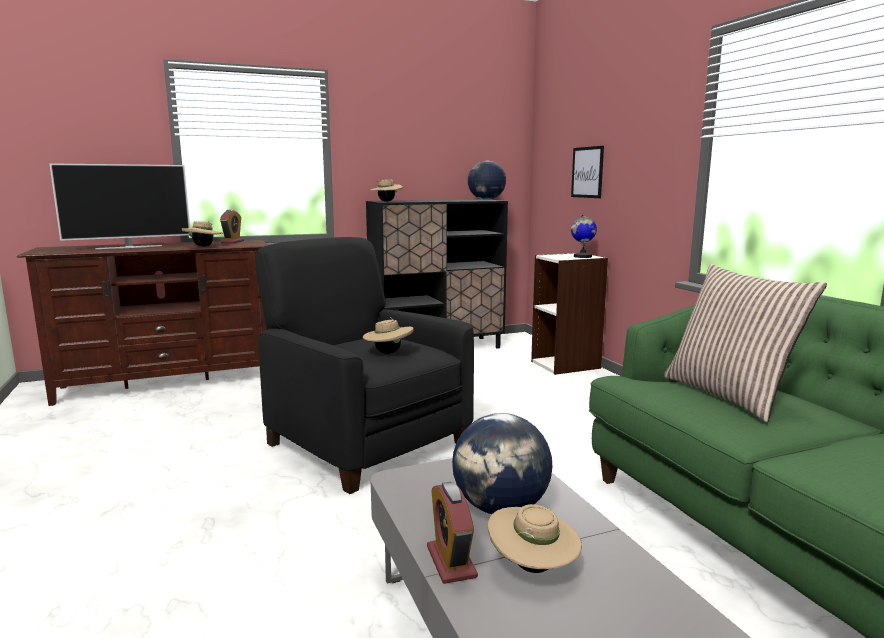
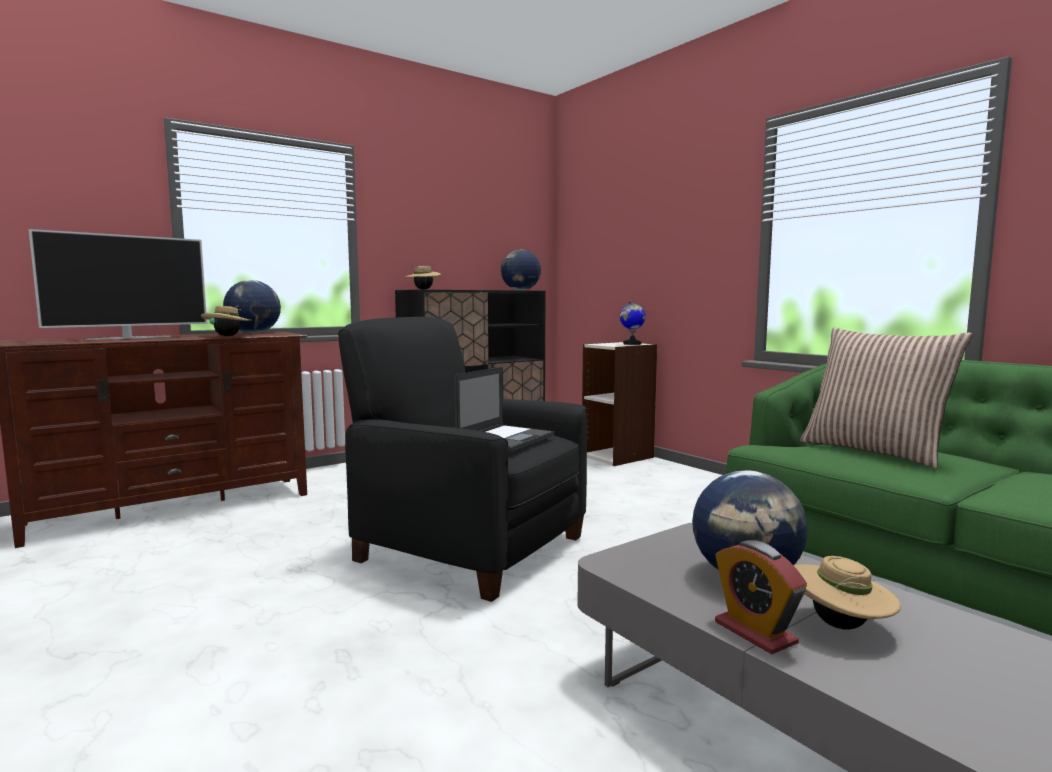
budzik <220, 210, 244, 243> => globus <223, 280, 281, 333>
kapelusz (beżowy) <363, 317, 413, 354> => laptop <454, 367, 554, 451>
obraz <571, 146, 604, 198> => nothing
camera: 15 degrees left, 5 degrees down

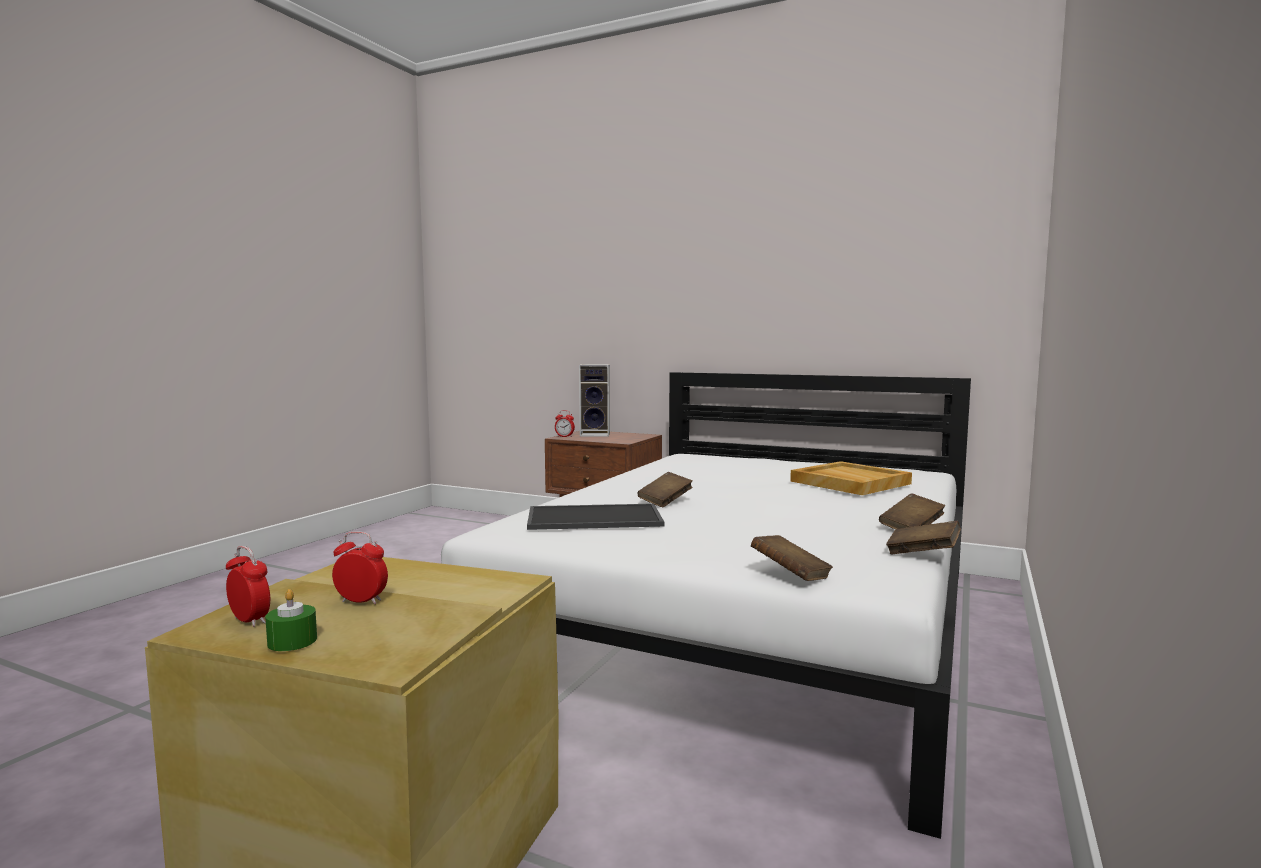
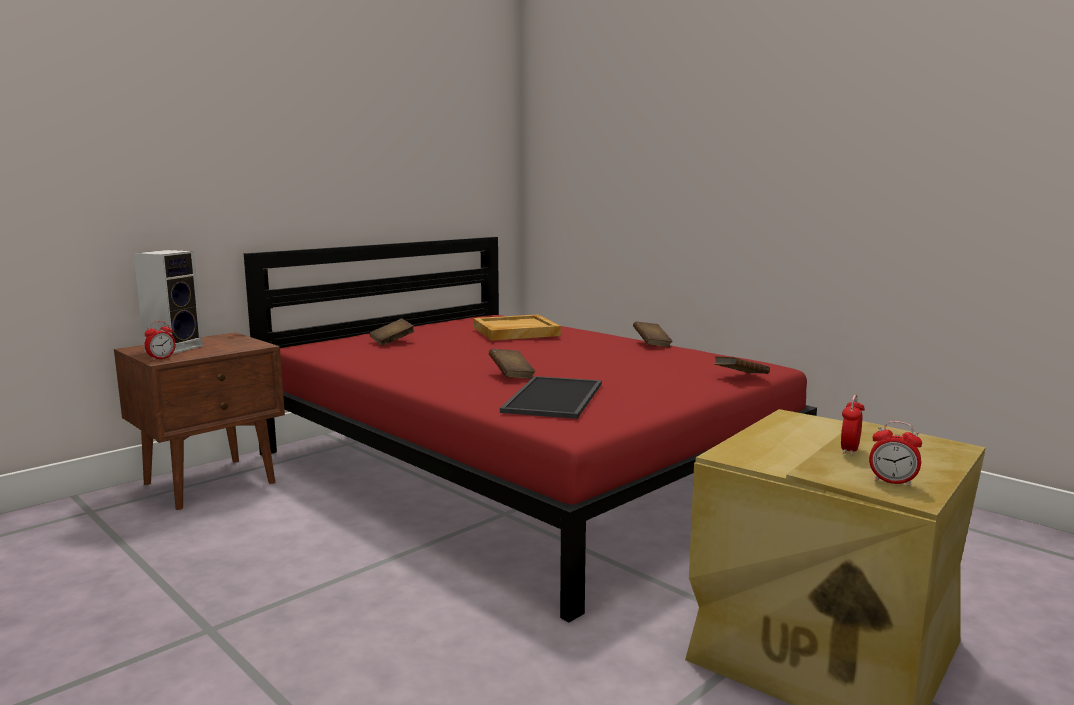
budzik <226, 546, 270, 627> => budzik <869, 421, 922, 486>, 120 degrees counterclockwise
świeca (zielony) <265, 589, 317, 651> => nothing
łóżko (biały) <441, 372, 971, 839> => łóżko (czerwony) <244, 237, 817, 622>
książka (brązowy) <886, 521, 961, 554> => książka (brązowy) <370, 318, 415, 346>, relocated
camera: 70 degrees left, 5 degrees up

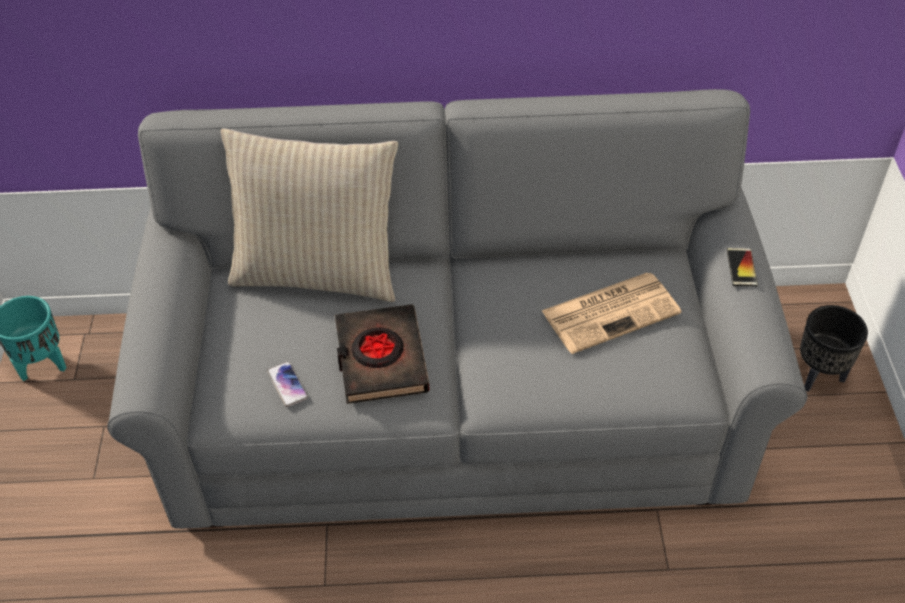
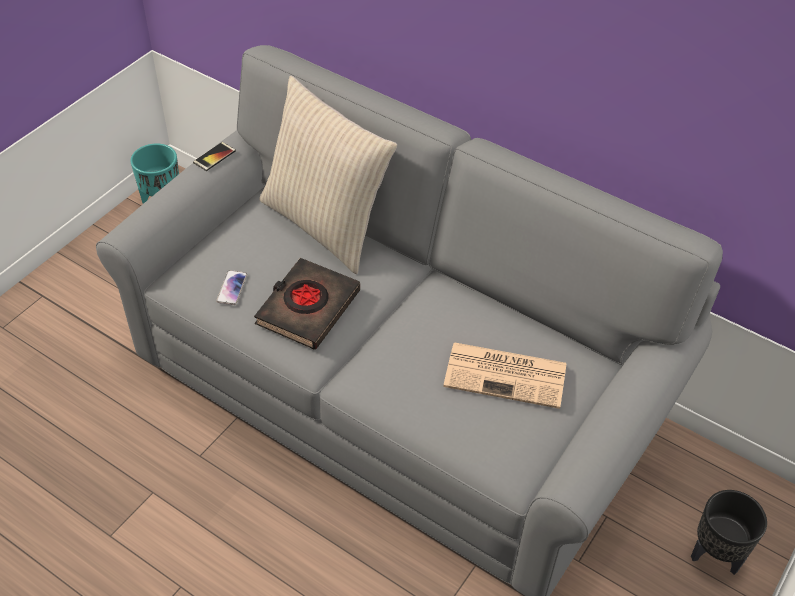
telefon <727, 248, 758, 287> => telefon <193, 142, 236, 171>, relocated
camera: 35 degrees right, 0 degrees up

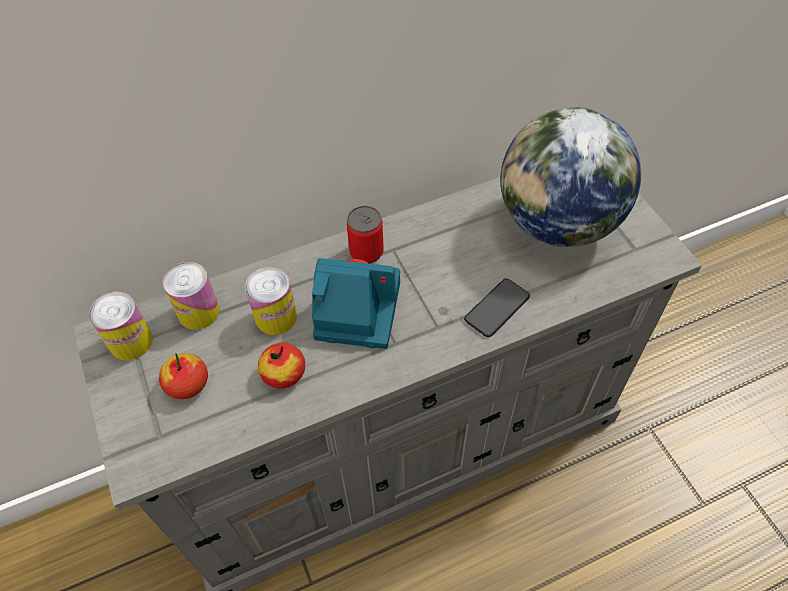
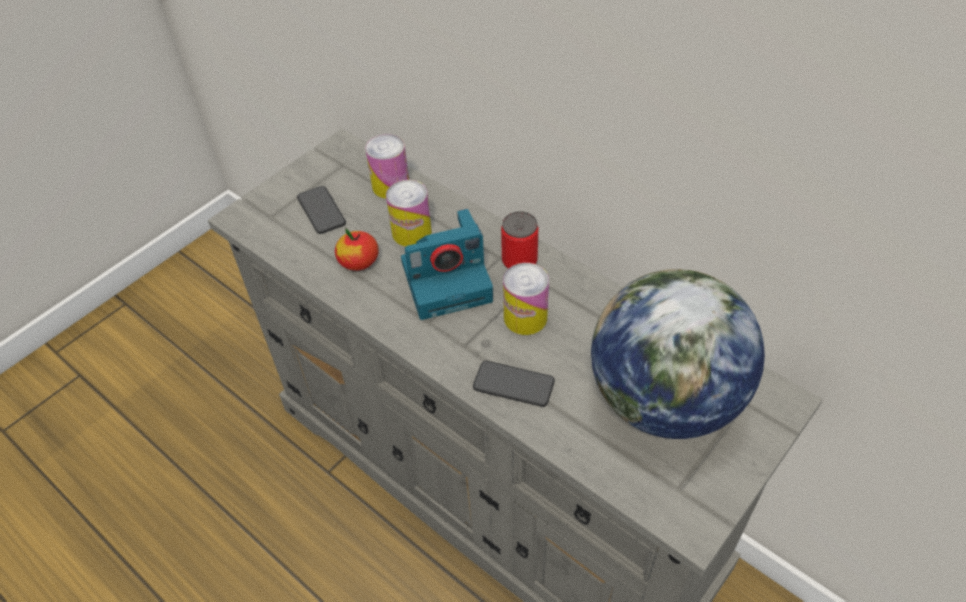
puszka <89, 292, 153, 360> => puszka <503, 263, 549, 335>, relocated
jabłko <159, 353, 208, 399> => telefon <297, 186, 346, 234>
aparat fotograficzny <312, 258, 400, 349> => aparat fotograficzny <401, 209, 493, 320>, 90 degrees clockwise
camera: 65 degrees right, 5 degrees down

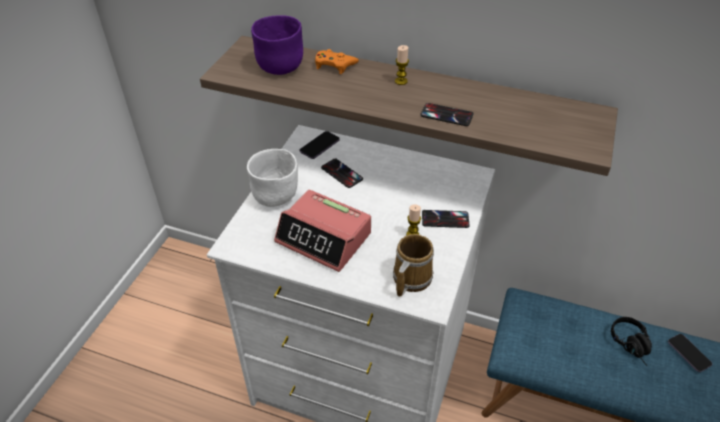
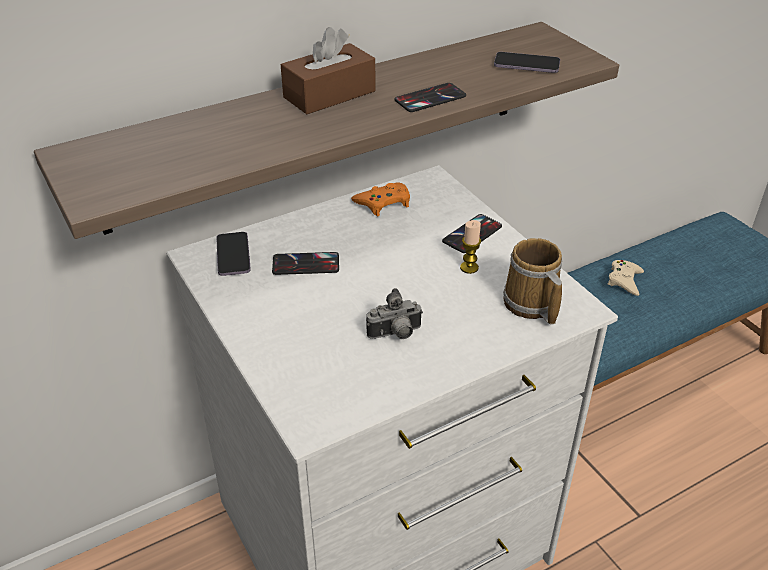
miska (biały) <247, 149, 298, 207> => nothing
miska (fioletowy) <251, 15, 303, 75> => nothing
budzik <274, 190, 371, 272> => aparat fotograficzny <366, 288, 423, 339>
pad do gier (pomarańczowy) <315, 49, 359, 74> => pad do gier (pomarańczowy) <351, 182, 410, 216>, relocated
świeca <395, 45, 409, 85> => pudełko chusteczek (brązowy) <281, 27, 376, 114>
słuchawki (czarny) <611, 317, 652, 366> => pad do gier (beżowy) <608, 260, 644, 296>
telefon <668, 334, 712, 372> => telefon <494, 52, 560, 73>, relocated
camera: 50 degrees left, 5 degrees down

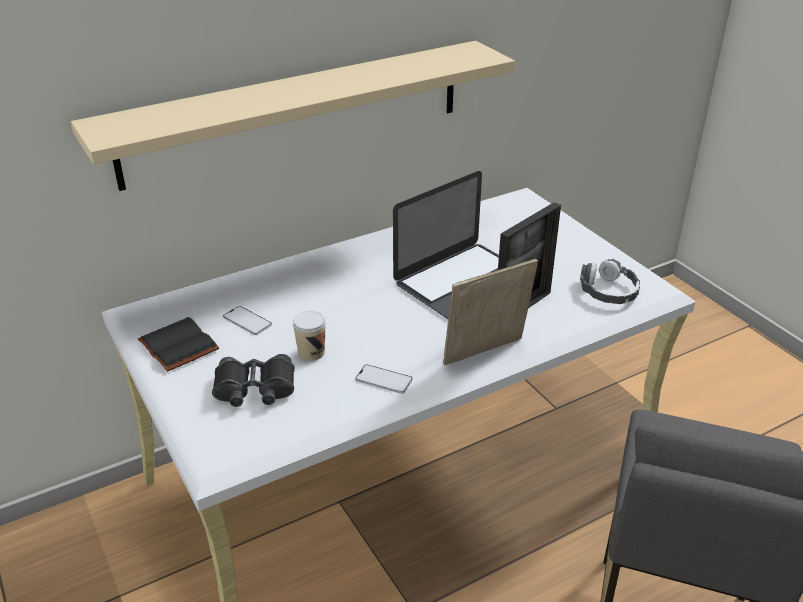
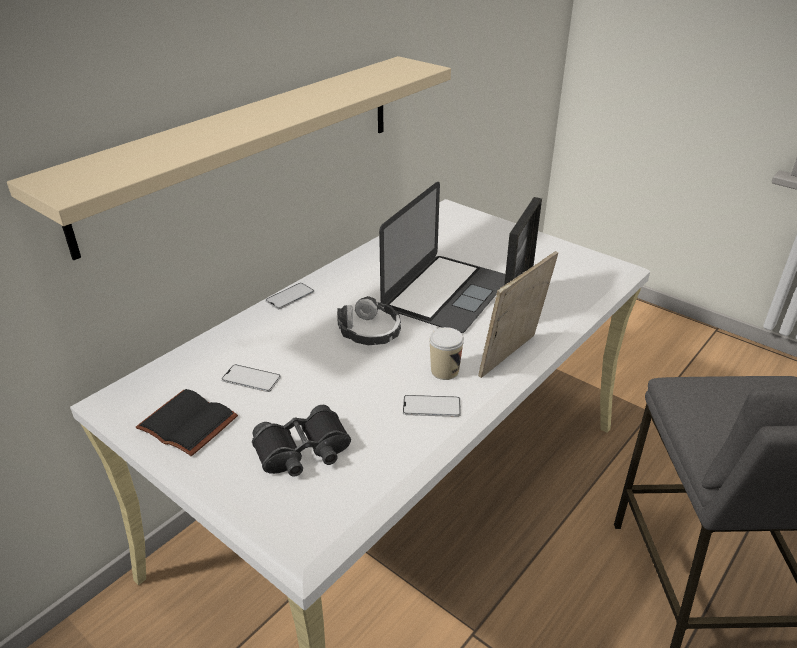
filiżanka <293, 311, 326, 361> => filiżanka <429, 327, 464, 380>, relocated
słuchawki <580, 259, 640, 304> => słuchawki <337, 296, 401, 345>, relocated
nothing => telefon <266, 283, 314, 309>
camera: 20 degrees left, 0 degrees up

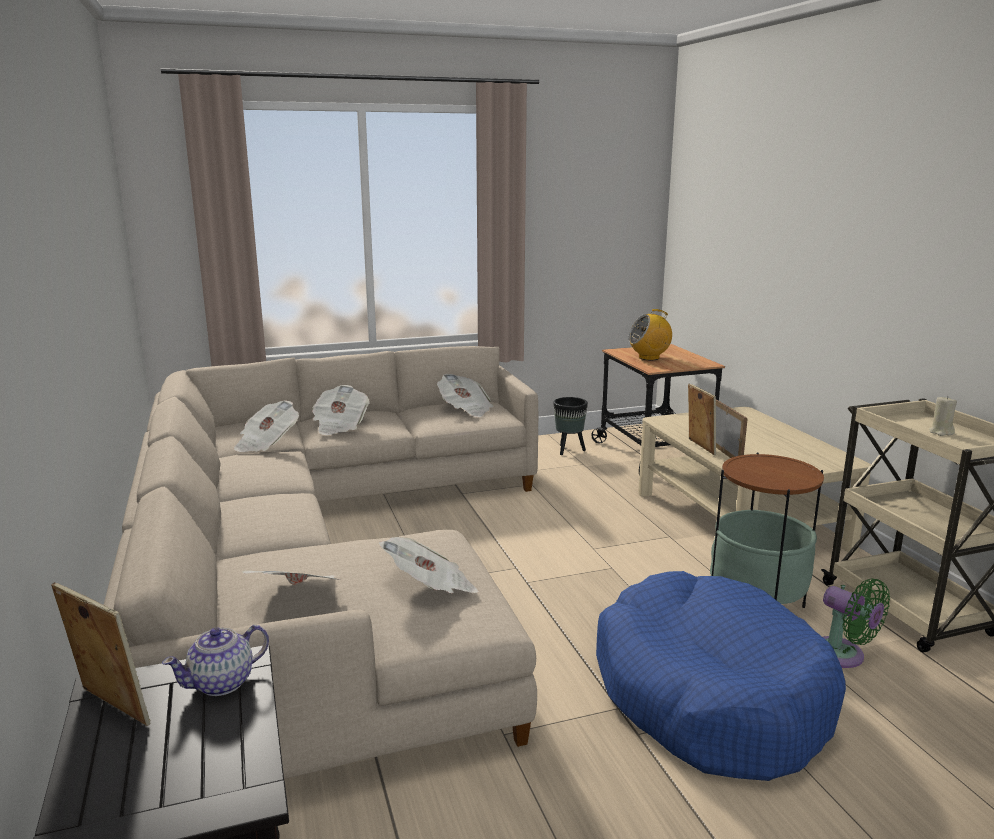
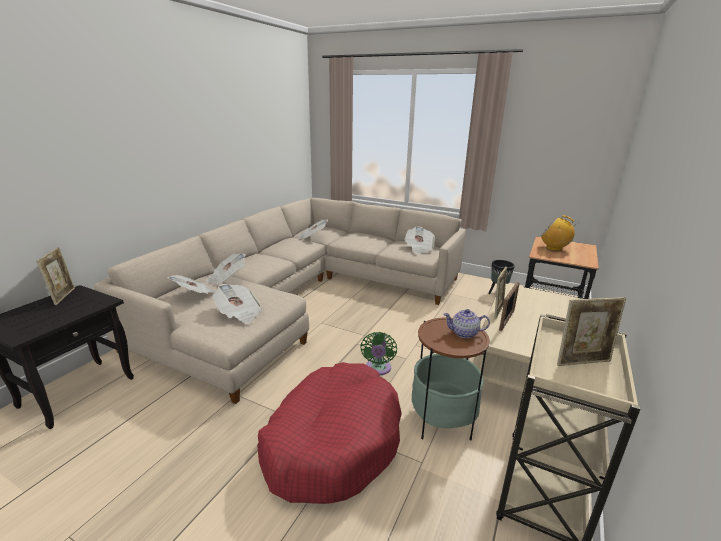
imbryk <162, 625, 269, 696> => imbryk <443, 309, 490, 338>, relocated
gazeta <312, 385, 370, 435> => gazeta <205, 253, 246, 285>, relocated
legowisko (niebieski) <596, 571, 846, 781> => legowisko (czerwony) <257, 362, 402, 504>
wentylator (zielony) <823, 579, 890, 668> => wentylator (zielony) <360, 332, 397, 375>, relocated
świeca (beżowy) <929, 397, 957, 436> => ramka na zdjęcie <557, 297, 626, 366>
camera: 45 degrees right, 5 degrees up

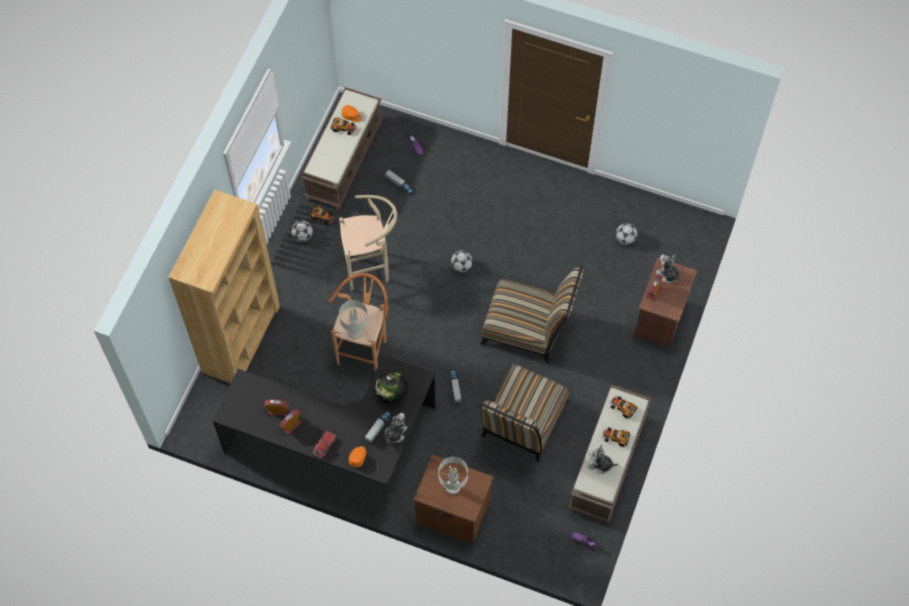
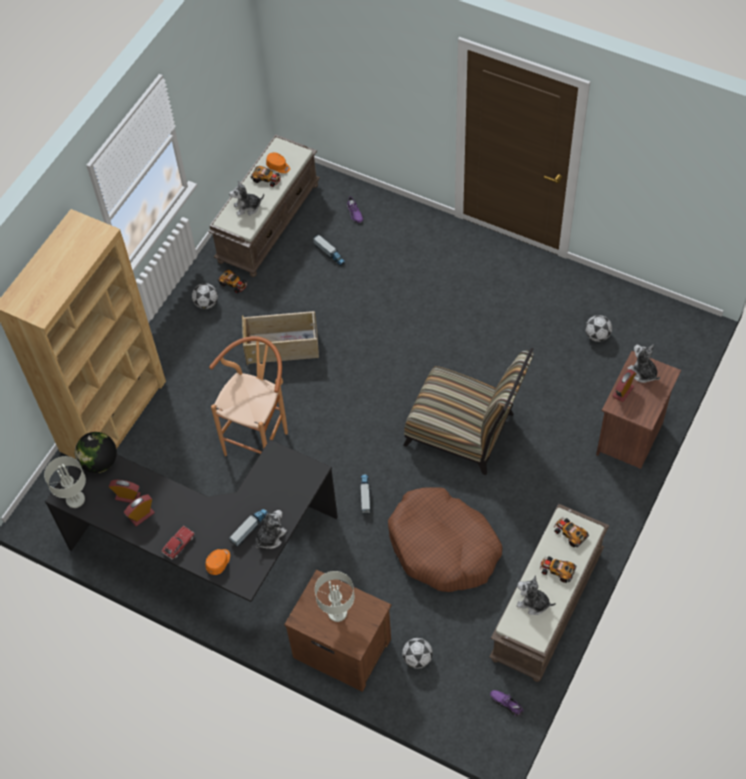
stołek (beżowy) <339, 195, 397, 290> => pojemnik do przechowywania (beżowy) <242, 311, 319, 365>
lampa stołowa (szary) <339, 300, 368, 339> => lampa stołowa (szary) <44, 456, 86, 508>, relocated
globus <375, 371, 408, 404> => globus <75, 432, 117, 473>, relocated
piłka futbolowa <451, 251, 473, 272> => piłka futbolowa <402, 638, 433, 669>, relocated
krzesło <479, 364, 569, 462> => legowisko (brązowy) <388, 487, 503, 592>
nothing => pluszak <229, 180, 264, 216>
camera: 10 degrees right, 5 degrees down

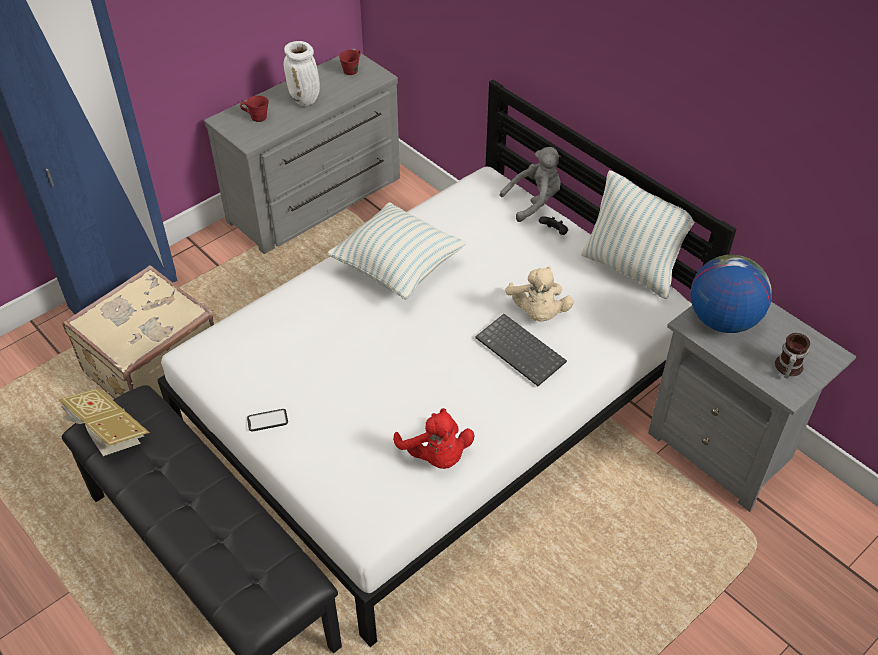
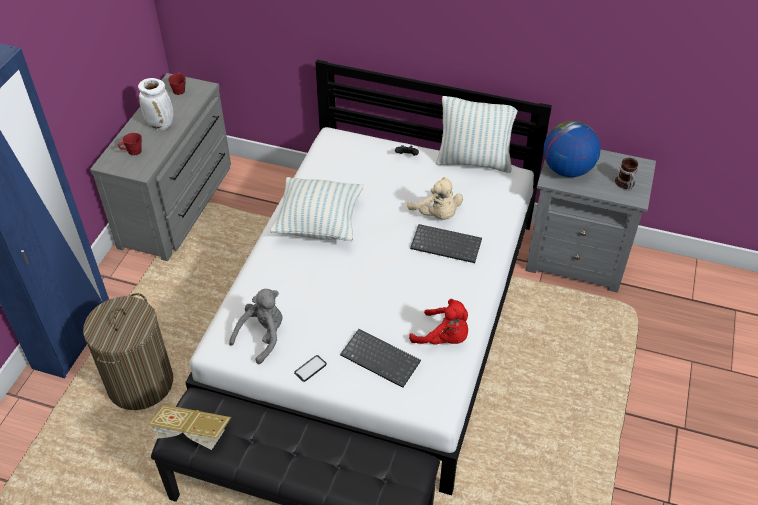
walizka (beżowy) <62, 265, 214, 399> => kosz na pranie <83, 293, 173, 410>
pluszak (szary) <500, 147, 561, 222> => pluszak (szary) <229, 289, 283, 364>, relocated
nothing => klawiatura <340, 329, 421, 388>
camera: 30 degrees left, 0 degrees up

